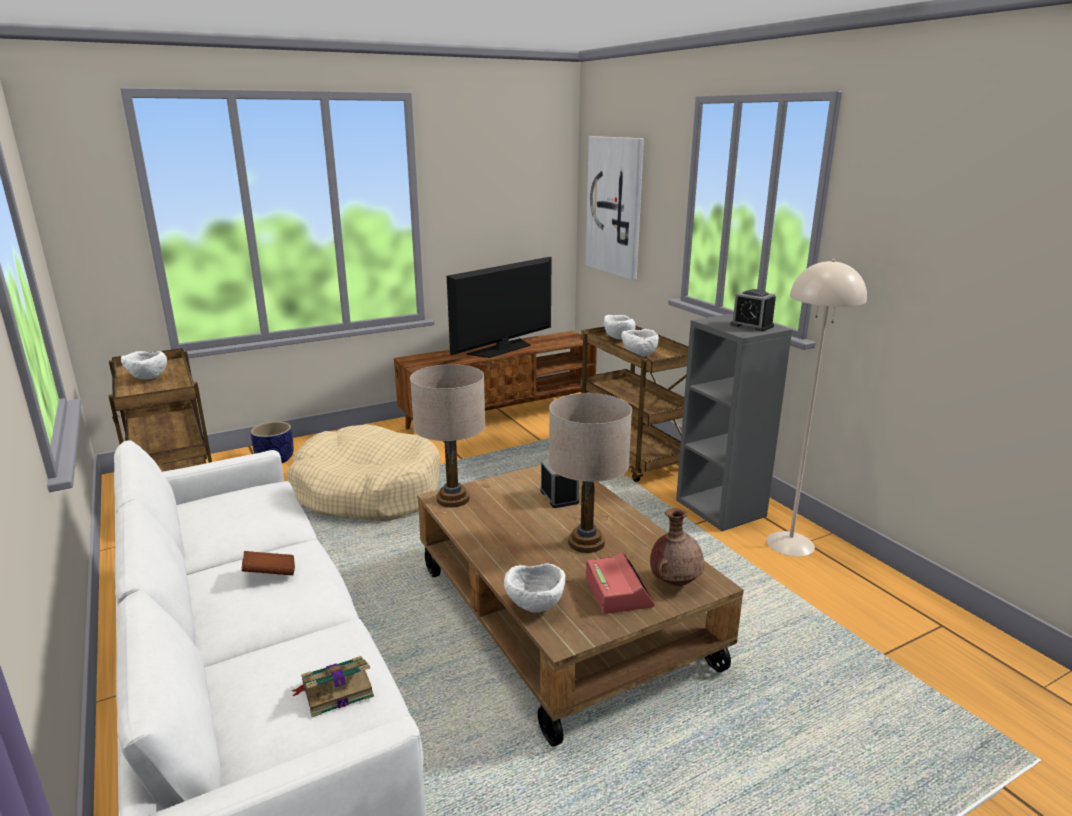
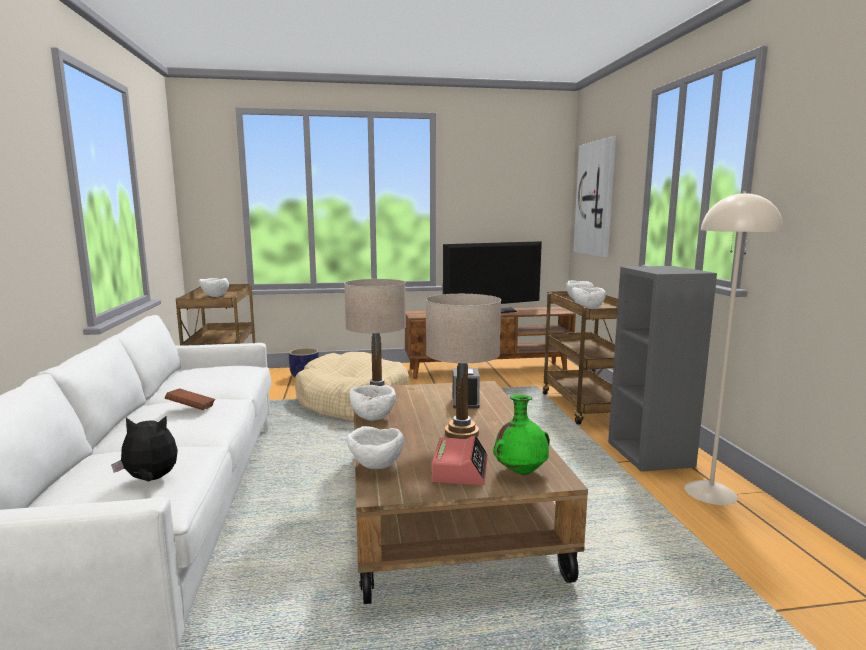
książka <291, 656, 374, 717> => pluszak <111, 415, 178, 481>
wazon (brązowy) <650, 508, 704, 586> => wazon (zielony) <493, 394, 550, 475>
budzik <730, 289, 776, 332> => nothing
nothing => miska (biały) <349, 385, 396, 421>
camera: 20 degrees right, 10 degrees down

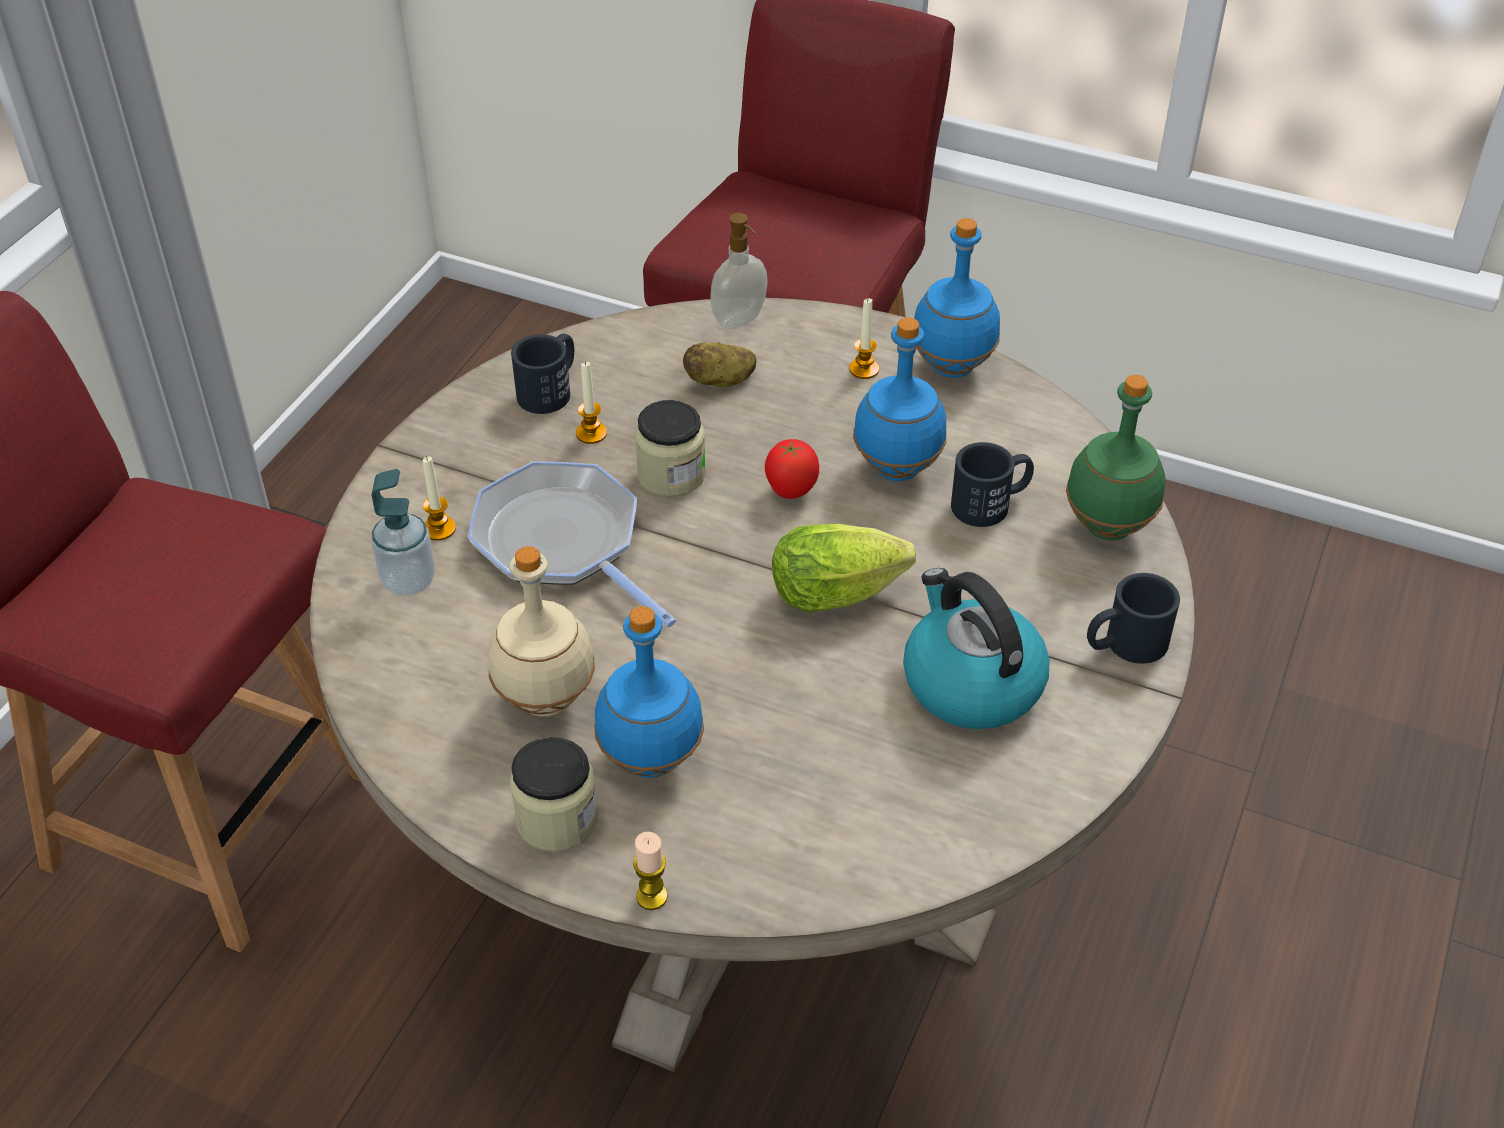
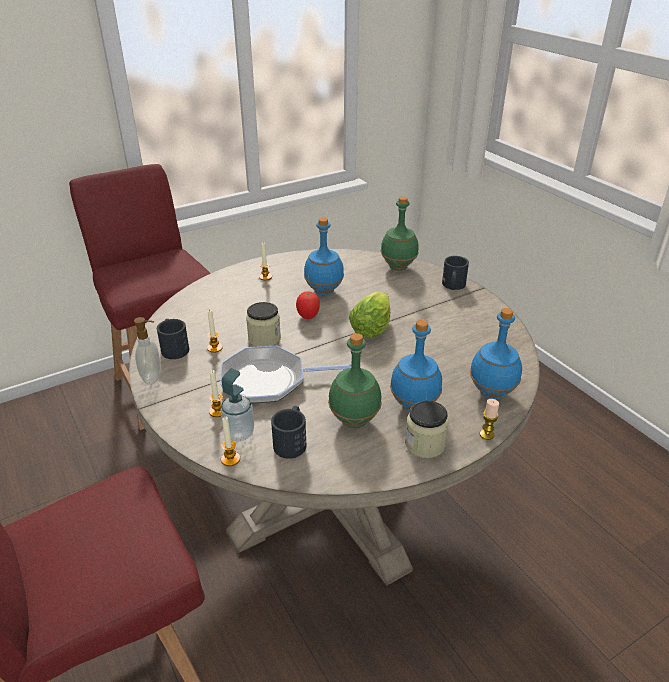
butelka (beżowy) <488, 546, 595, 717> => butelka (zielony) <328, 333, 382, 428>
ziemniak <683, 342, 756, 387> => nothing
dozownik mydła <710, 213, 768, 330> => dozownik mydła <134, 317, 160, 385>, relocated
czajnik <903, 568, 1050, 729> => nothing
butelka (niebieski) <914, 218, 1000, 378> => butelka (niebieski) <470, 308, 522, 399>, relocated
kubek (czarny) <951, 442, 1034, 527> => kubek (czarny) <271, 406, 306, 459>, relocated
nothing => świeca <221, 417, 240, 466>
camera: 55 degrees left, 10 degrees down

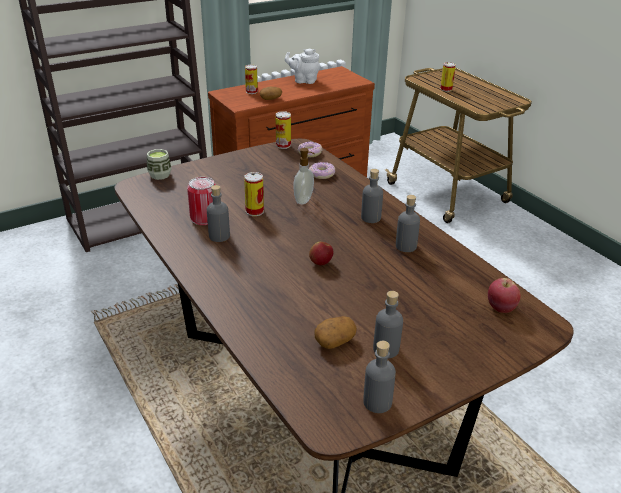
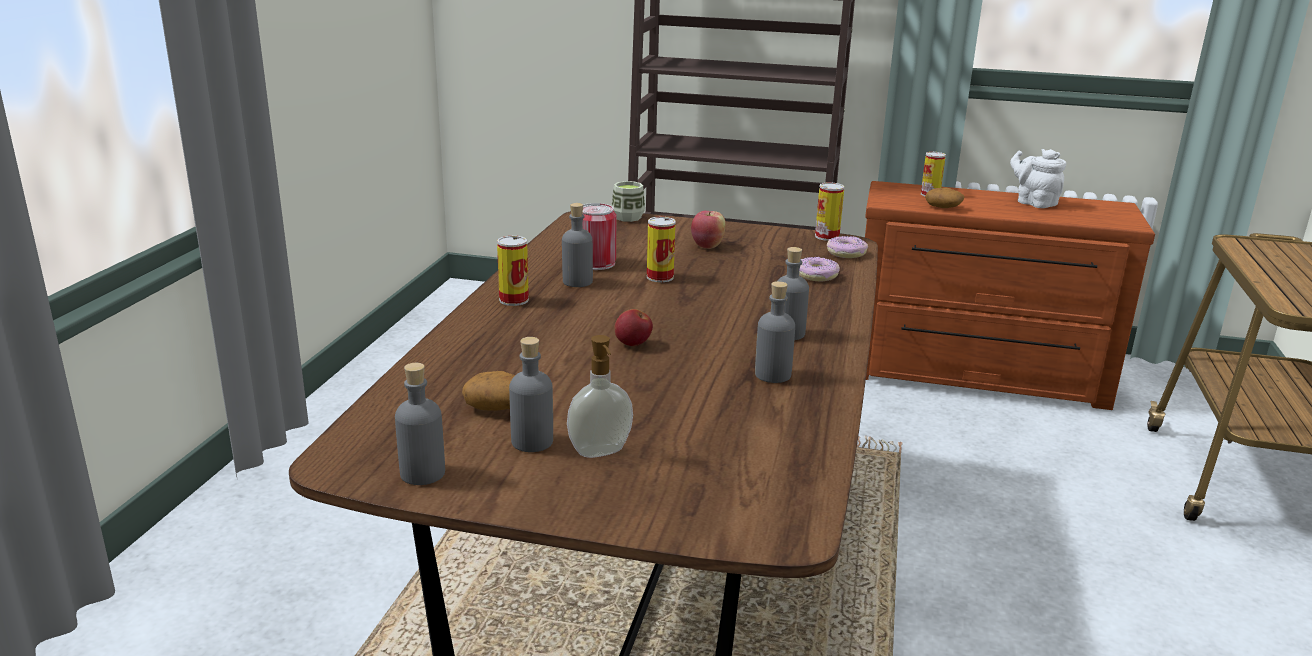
dozownik mydła <294, 148, 315, 204> => dozownik mydła <567, 335, 633, 458>, relocated
puszka <440, 62, 456, 92> => puszka <497, 236, 529, 306>, relocated
jabłko <488, 278, 521, 313> => jabłko <691, 211, 726, 249>, relocated
camera: 45 degrees right, 10 degrees down

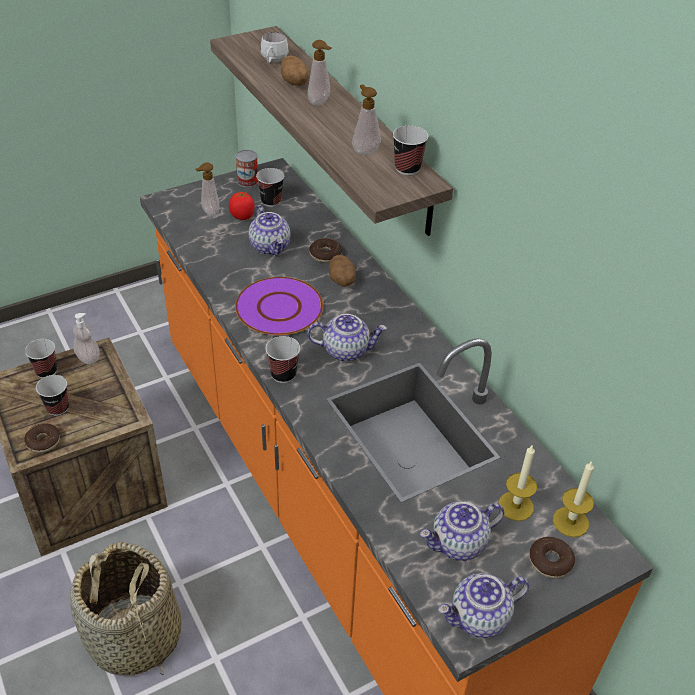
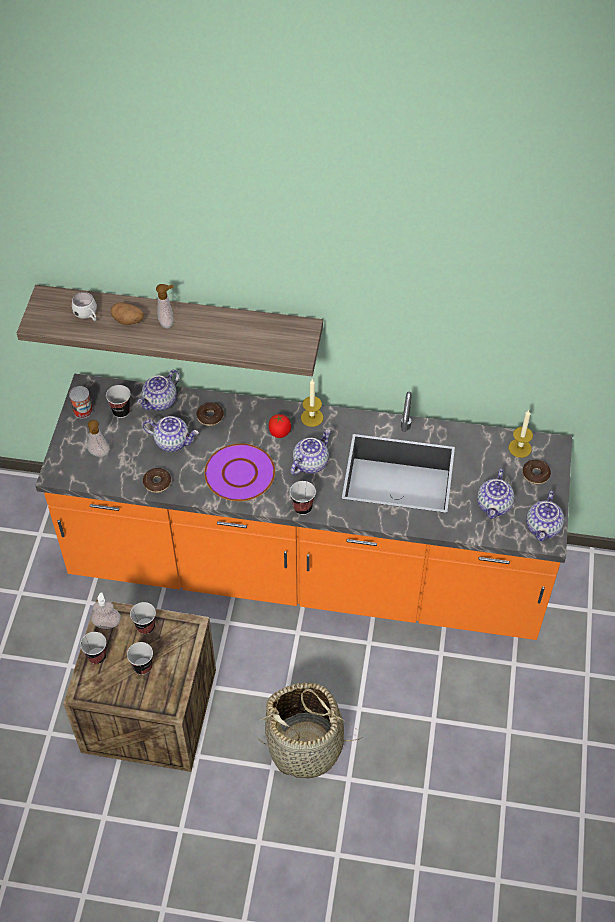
donut <24, 423, 60, 453> => donut <143, 468, 171, 493>, relocated
pomidor <229, 192, 255, 220> => pomidor <269, 414, 291, 438>, relocated
ziemniak <329, 255, 356, 286> => nothing
dozownik mydła <352, 84, 381, 155> => nothing
filiżanka <393, 126, 428, 175> => filiżanka <130, 602, 156, 635>, relocated
świeca <498, 444, 537, 521> => świeca <301, 379, 323, 427>, relocated
nothing => imbryk <137, 370, 180, 411>
camera: 50 degrees left, 10 degrees up

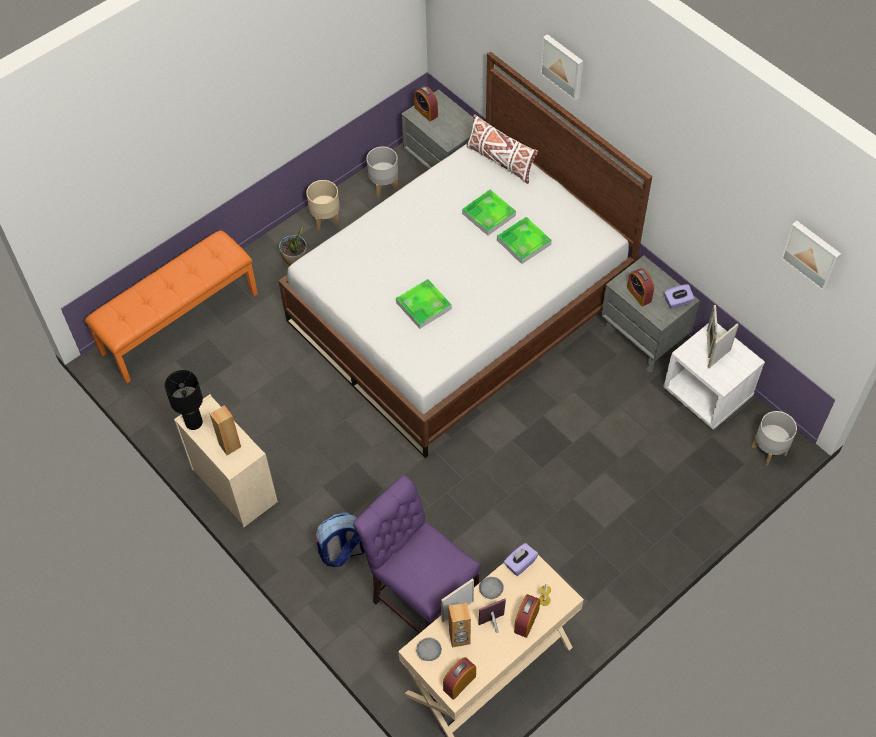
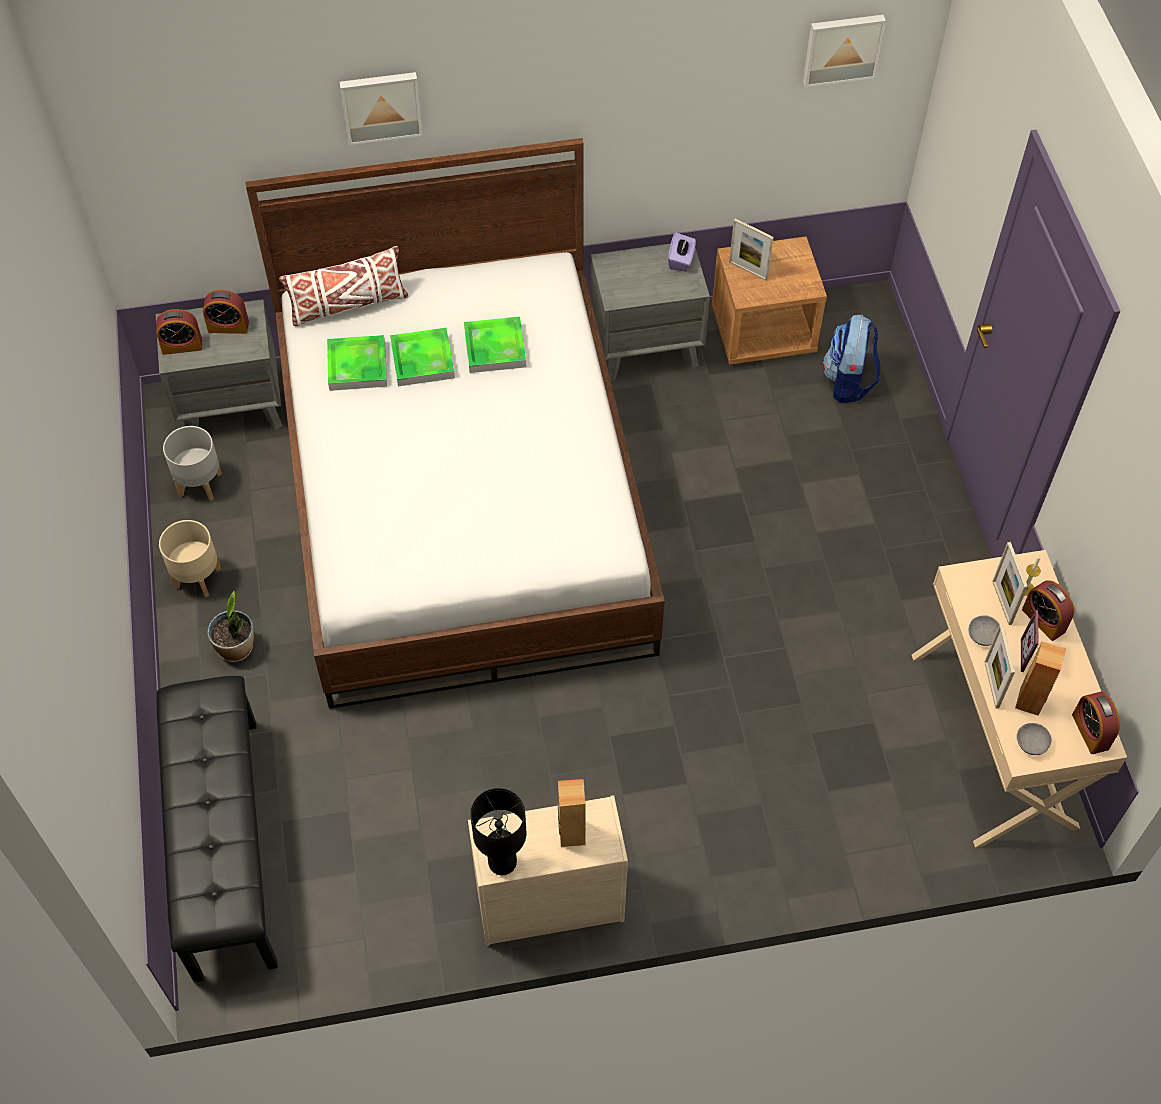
ławka (pomarańczowy) <85, 230, 258, 383> => ławka (czarny) <156, 676, 278, 982>
plecak <315, 513, 365, 567> => plecak <823, 315, 880, 403>, relocated
krzesło (fioletowy) <353, 475, 481, 633> => nothing
taca <396, 279, 452, 329> => taca <327, 335, 387, 391>, relocated
pudełko chusteczek (fioletowy) <504, 543, 538, 576> => nothing
budzik <627, 268, 654, 307> => budzik <203, 290, 249, 334>, relocated
szafka nocna (biały) <663, 323, 765, 430> => szafka nocna (brązowy) <712, 237, 827, 365>
ramka na zdjęcie <707, 323, 739, 368> => ramka na zdjęcie <992, 542, 1028, 625>, relocated
donica (szary) <752, 411, 797, 465> => nothing
camera: 60 degrees left, 0 degrees up

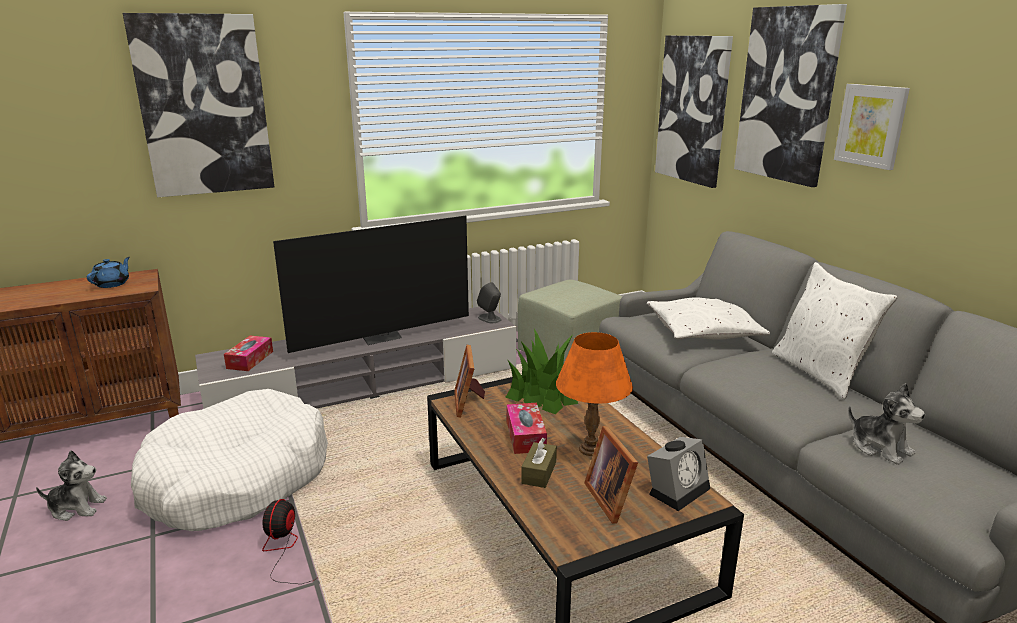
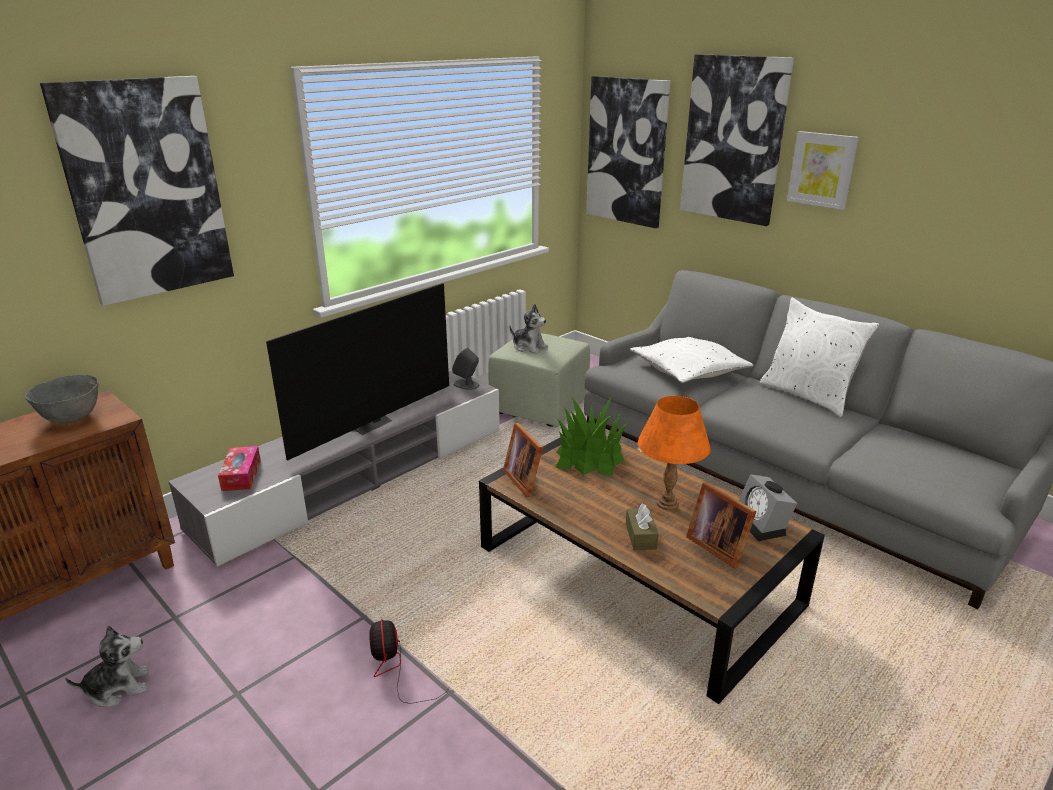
imbryk (niebieski) <87, 257, 130, 288> => miska (szary) <25, 375, 99, 423>
legowisko (biały) <131, 389, 328, 531> => nothing
pudełko chusteczek <506, 403, 547, 454> => nothing
budzik <647, 437, 710, 511> => budzik <738, 474, 797, 541>, 135 degrees clockwise
pluszak <848, 383, 925, 465> => pluszak <509, 304, 548, 354>, relocated
camera: 20 degrees left, 5 degrees up

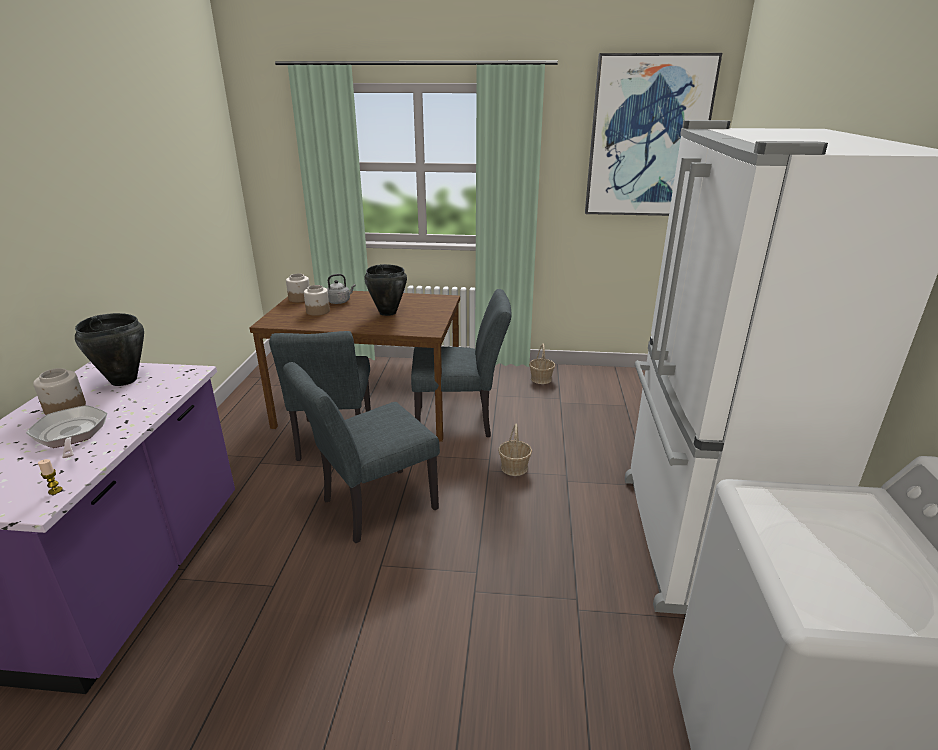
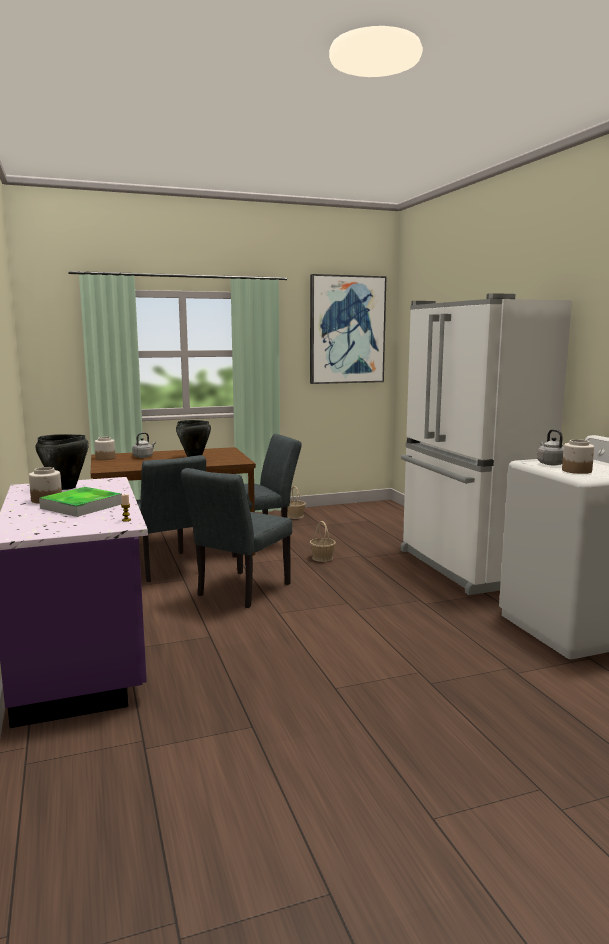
patelnia <26, 405, 107, 458> => taca <39, 487, 122, 517>
słoik <304, 285, 330, 316> => słoik <562, 439, 594, 474>, relocated
nothing => czajnik (szary) <537, 429, 564, 465>
camera: 25 degrees left, 15 degrees down

